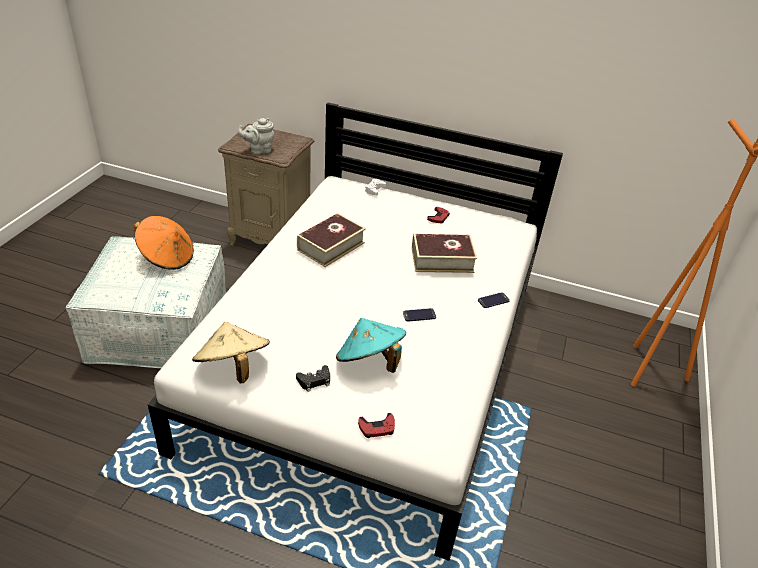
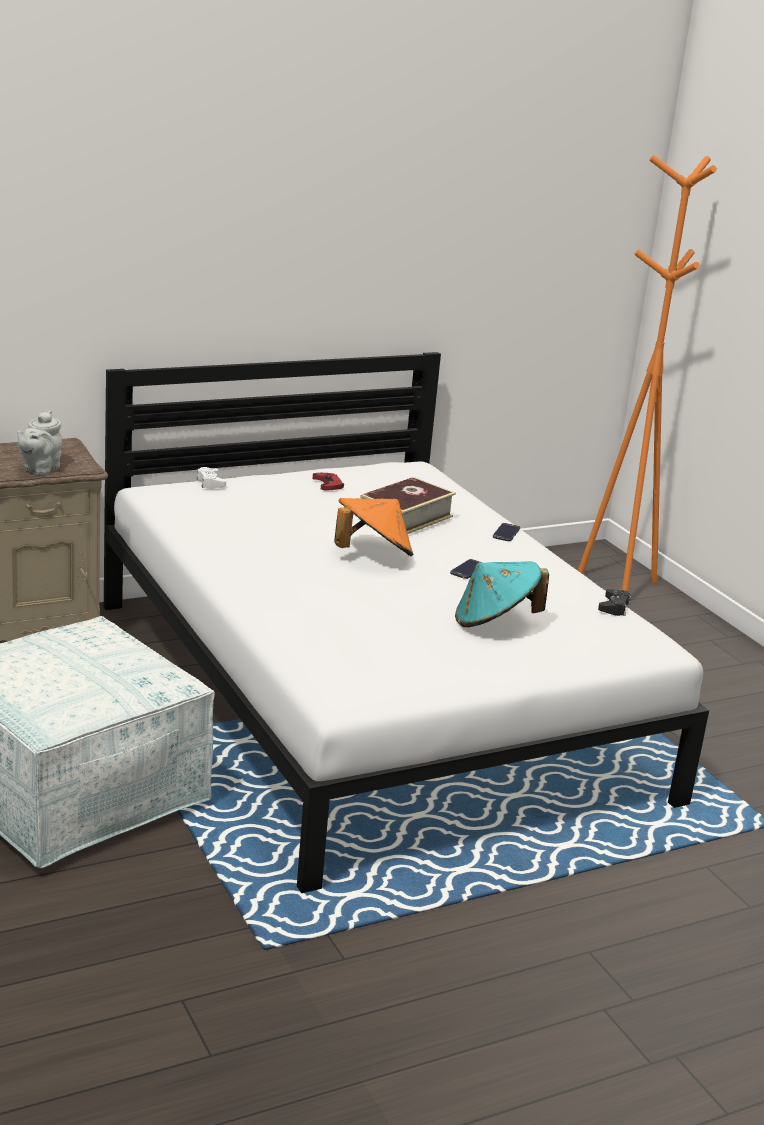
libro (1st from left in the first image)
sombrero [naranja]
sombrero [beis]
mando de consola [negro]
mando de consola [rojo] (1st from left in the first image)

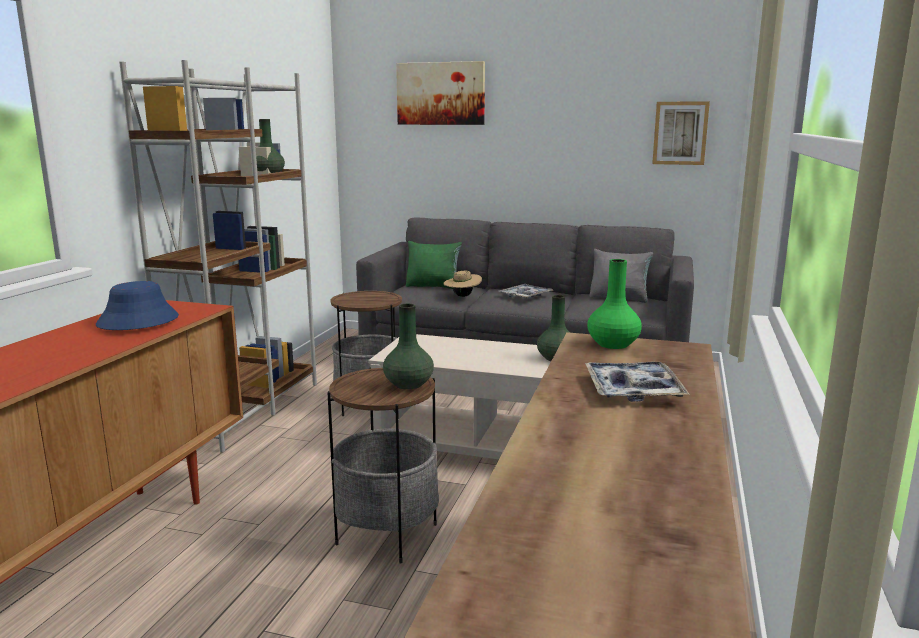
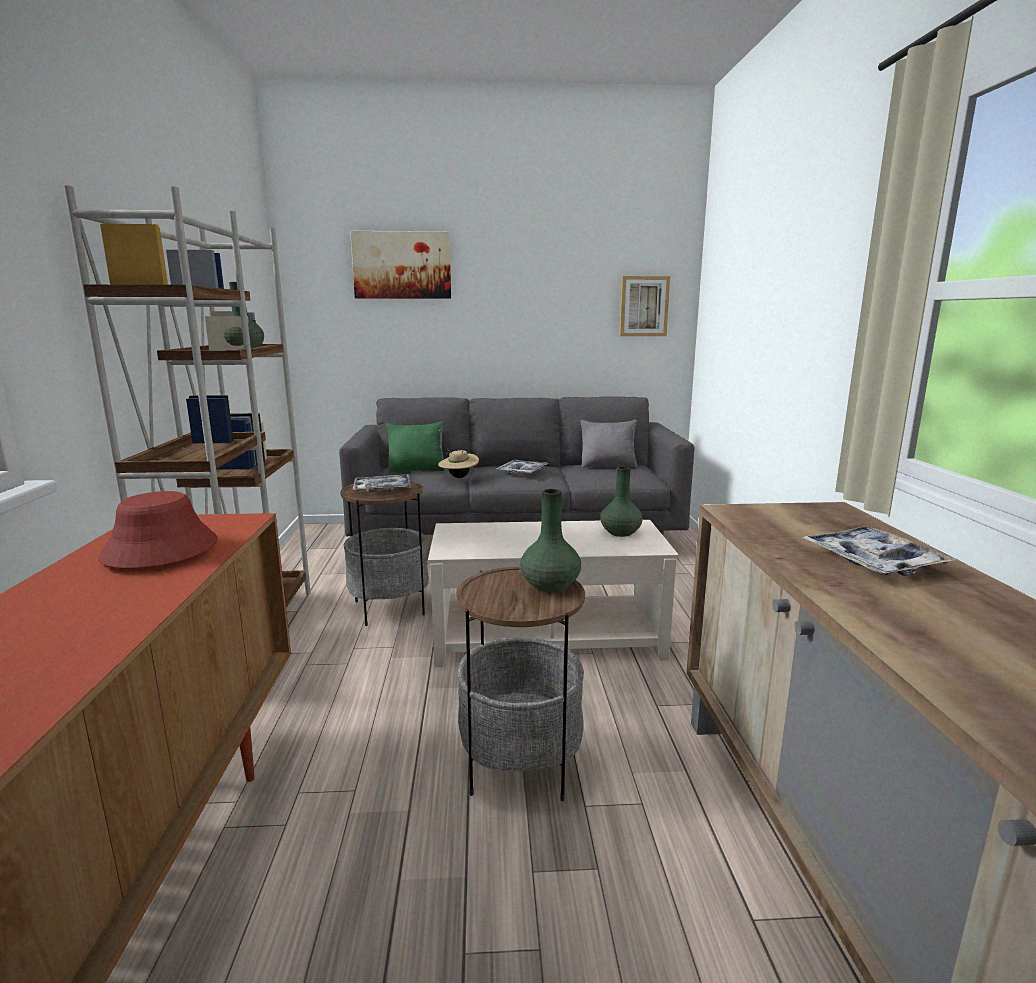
florero [verde] (4th from left in the first image)
sombrero [rojo]
bandeja (1st from left)

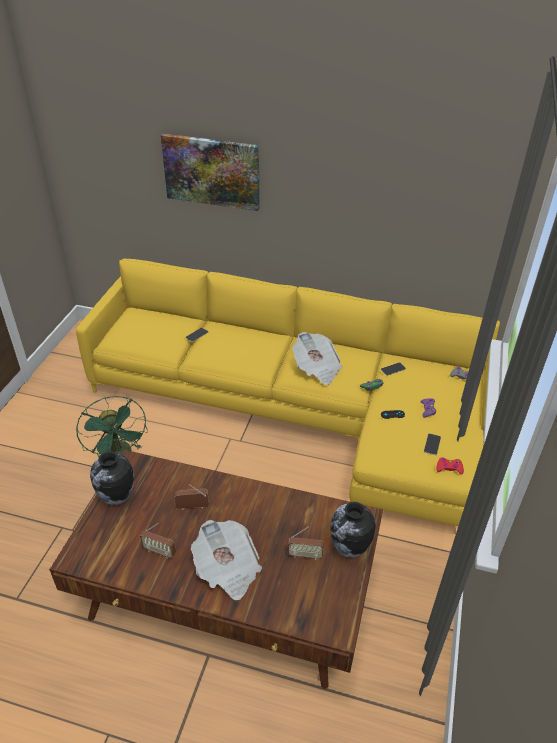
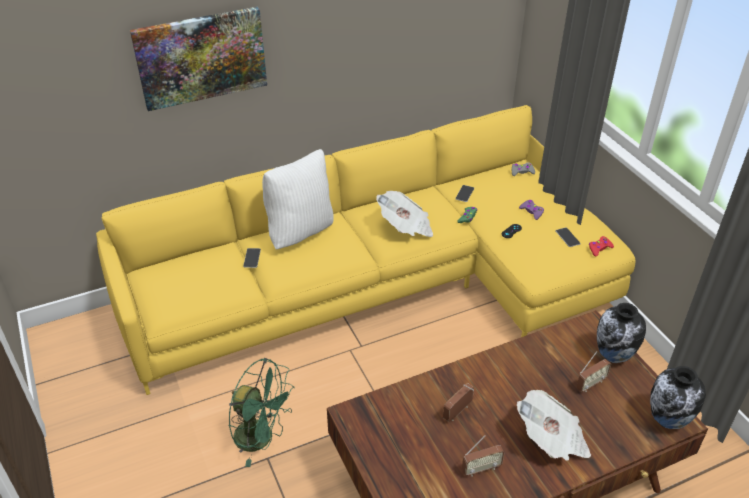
florero (2nd from left)
cojín [blanco]

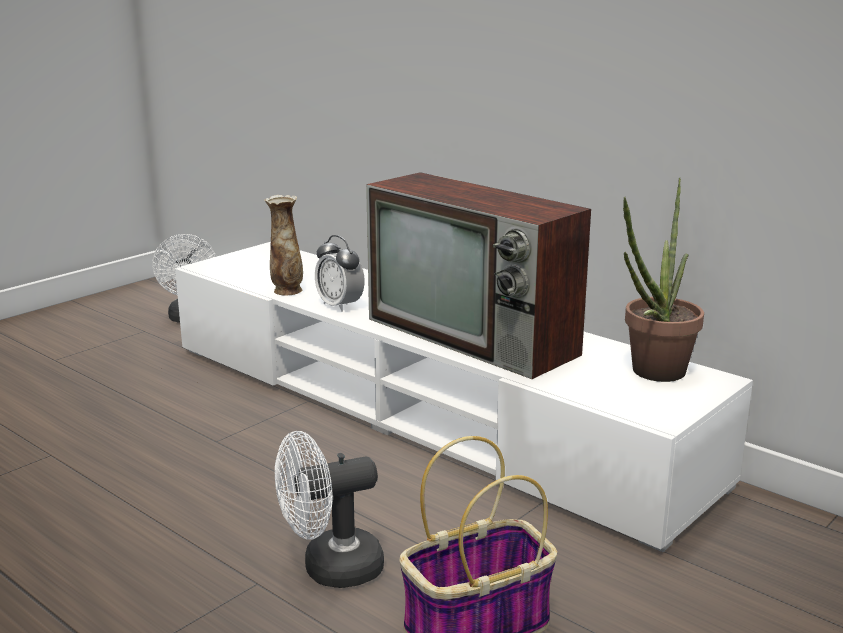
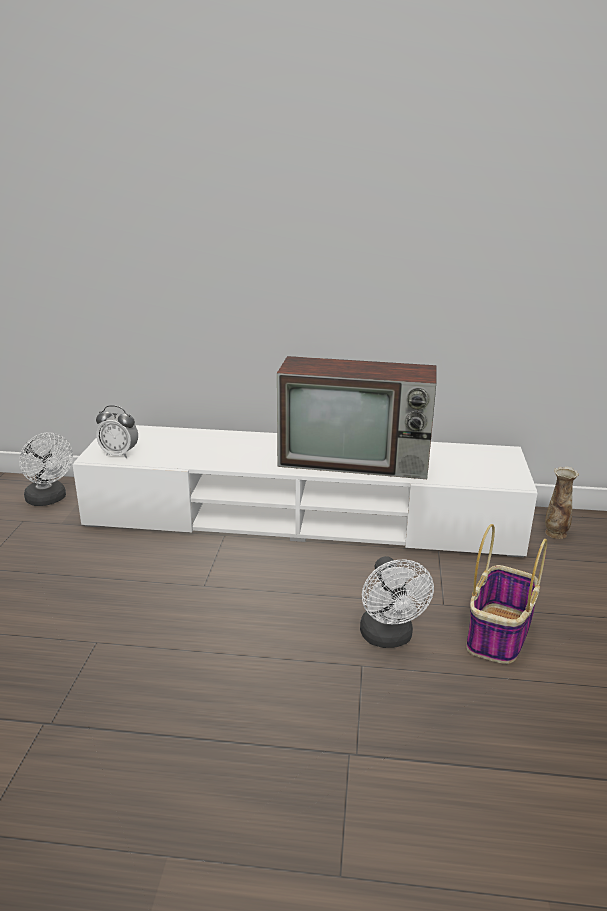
planta en maceta
florero
despertador
ventilador [blanco] (2nd from left)

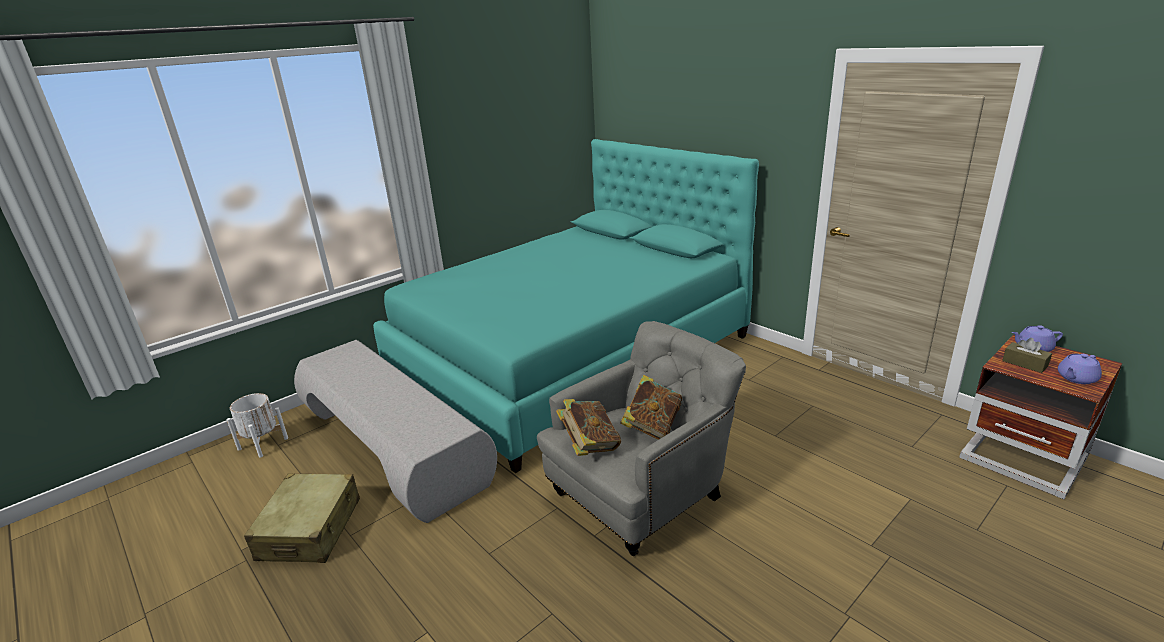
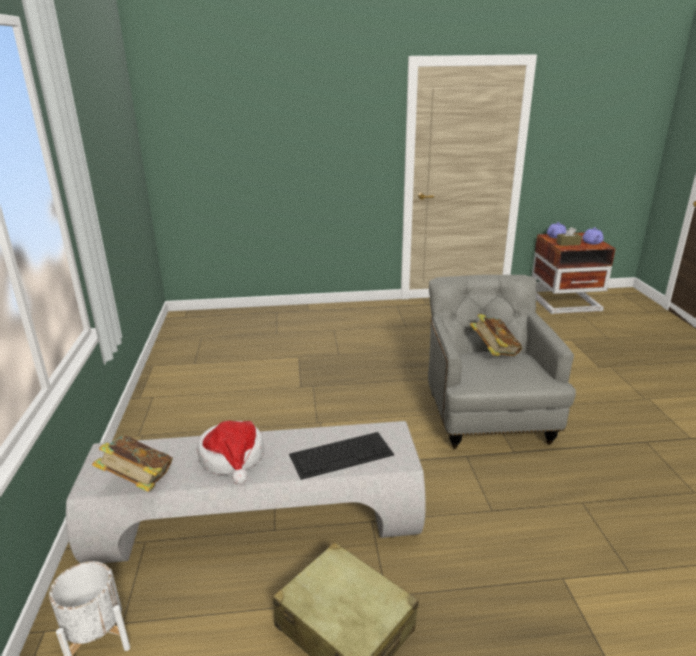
cama [turquesa]
libro (1st from left)
sombrero
teclado

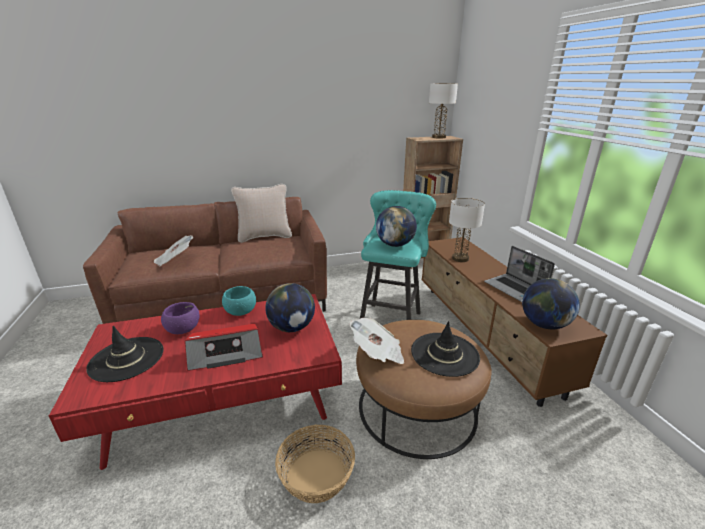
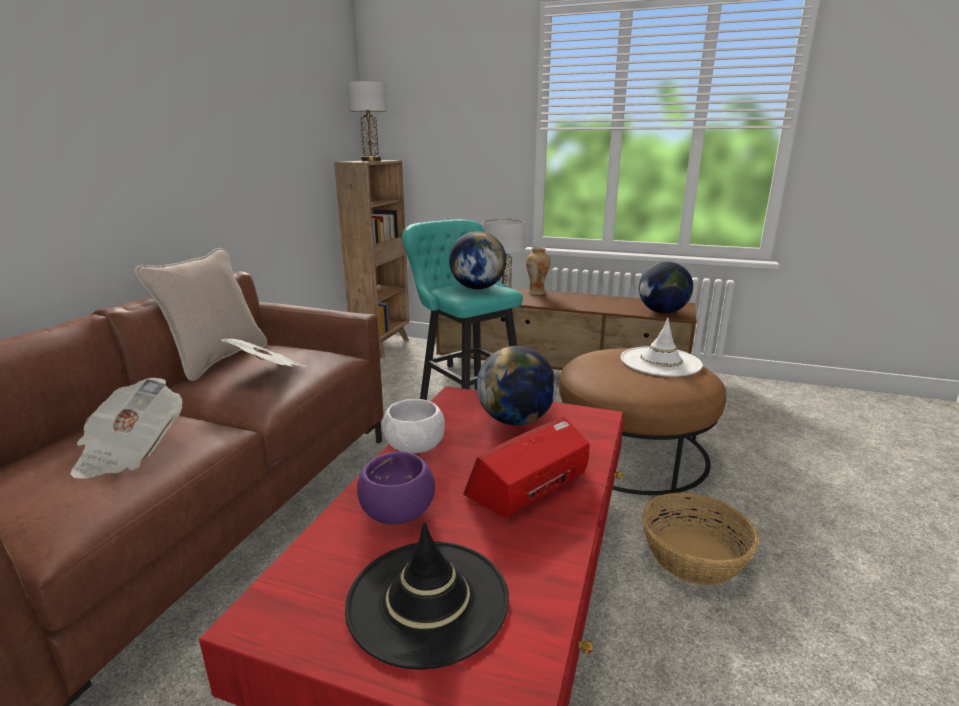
portátil
cuenco [blanco]
periódico (2nd from left)
sombrero [blanco]
radio
florero

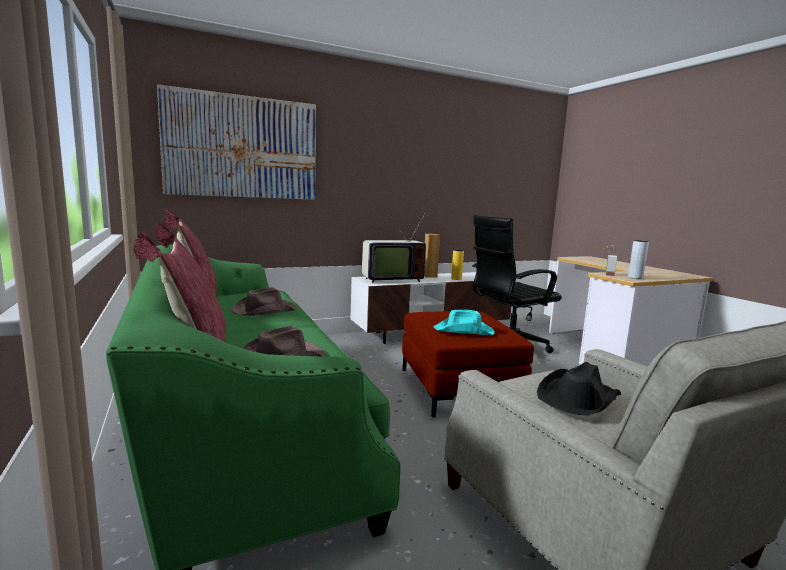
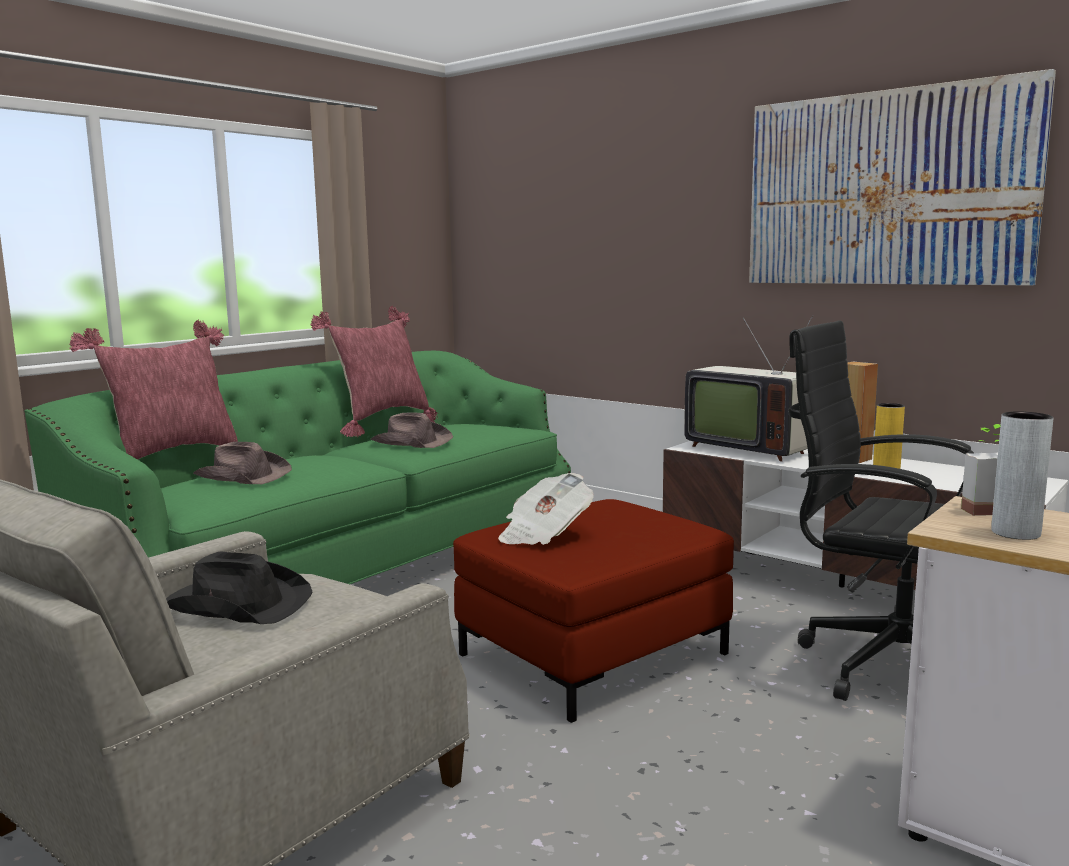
cuadro
periódico

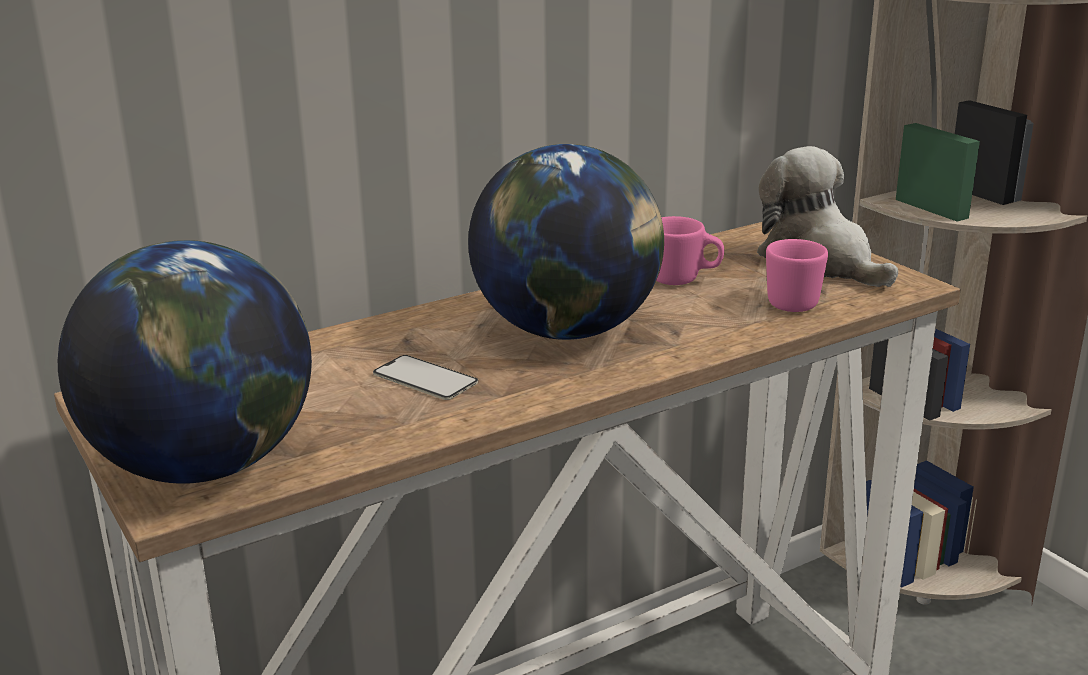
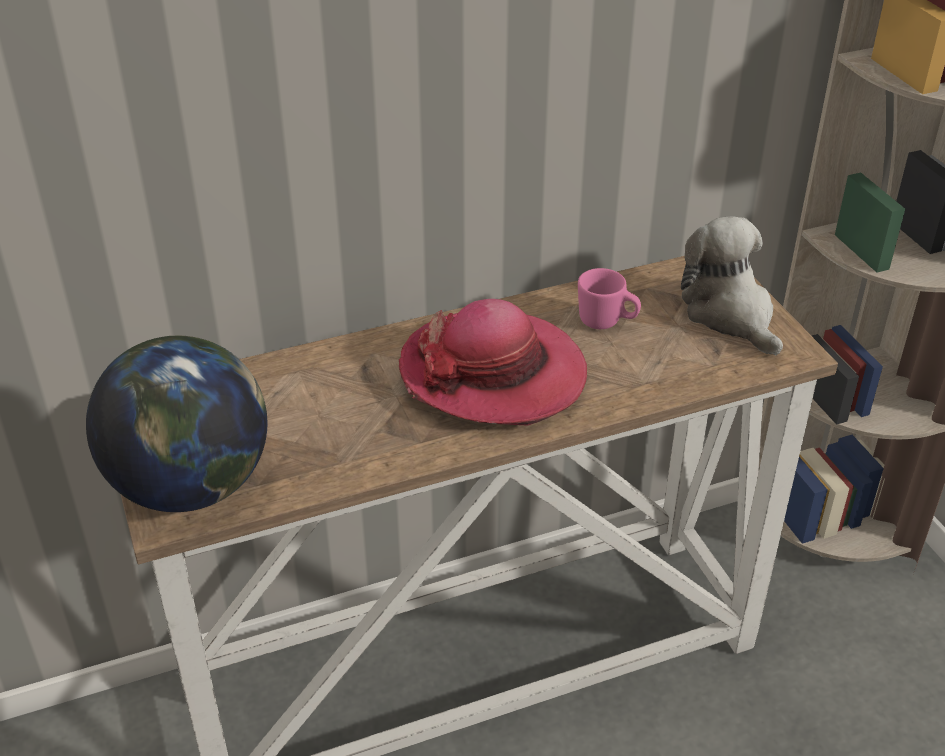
sombrero
taza grande [rosa] (2nd from left in the first image)
móvil

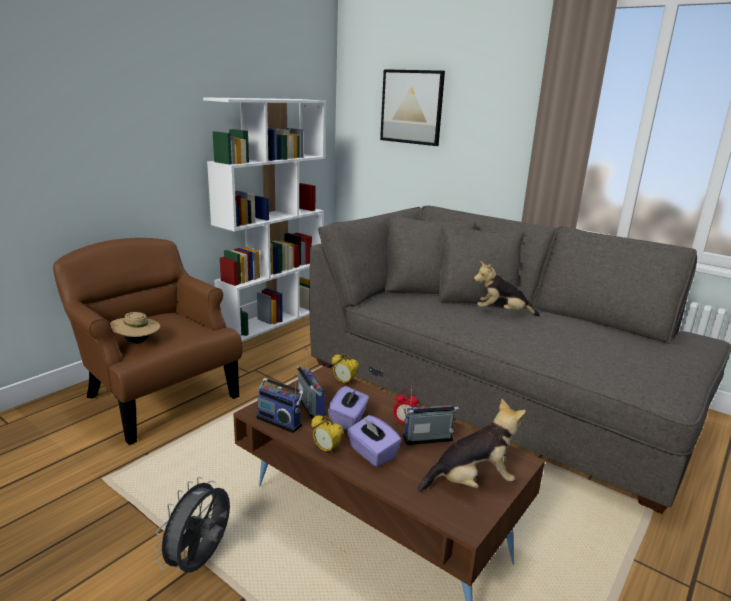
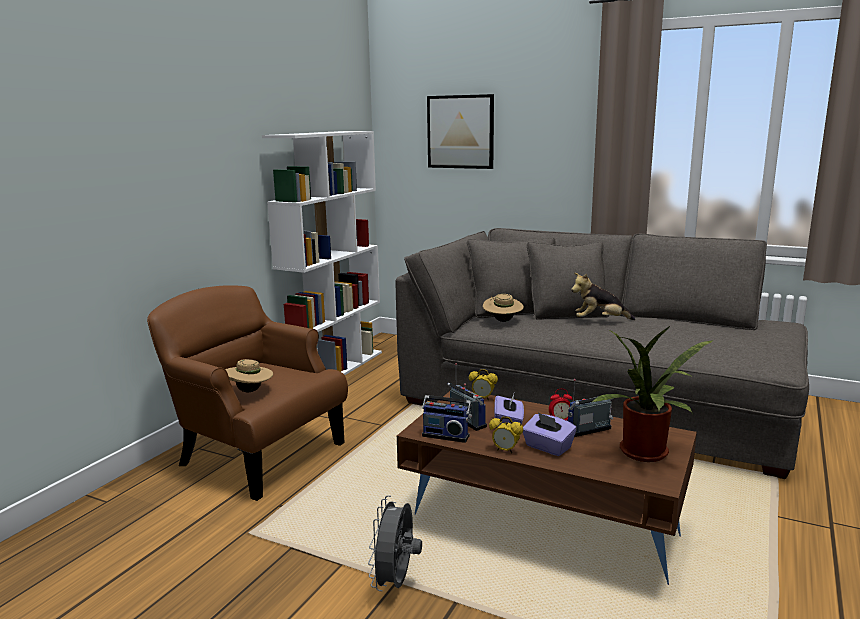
planta en maceta
sombrero [beis] (2nd from left)

